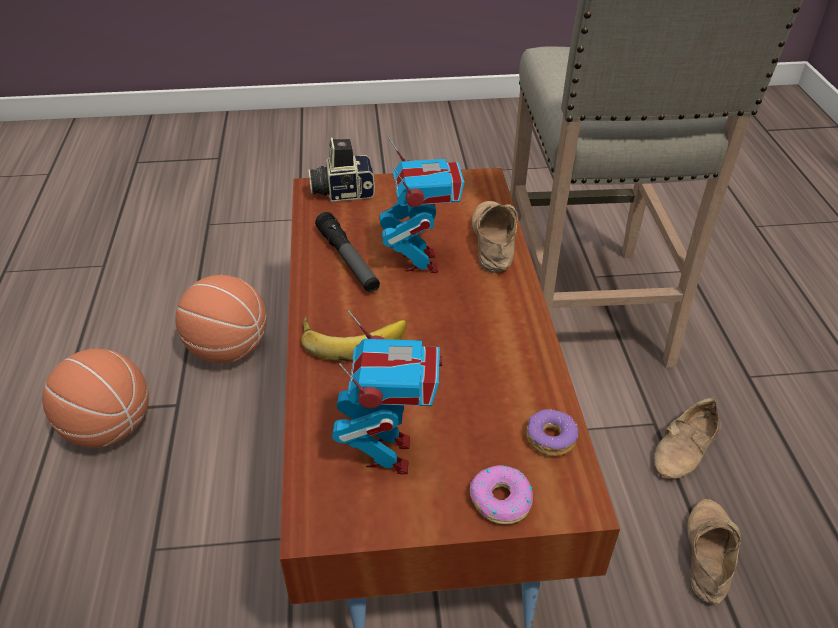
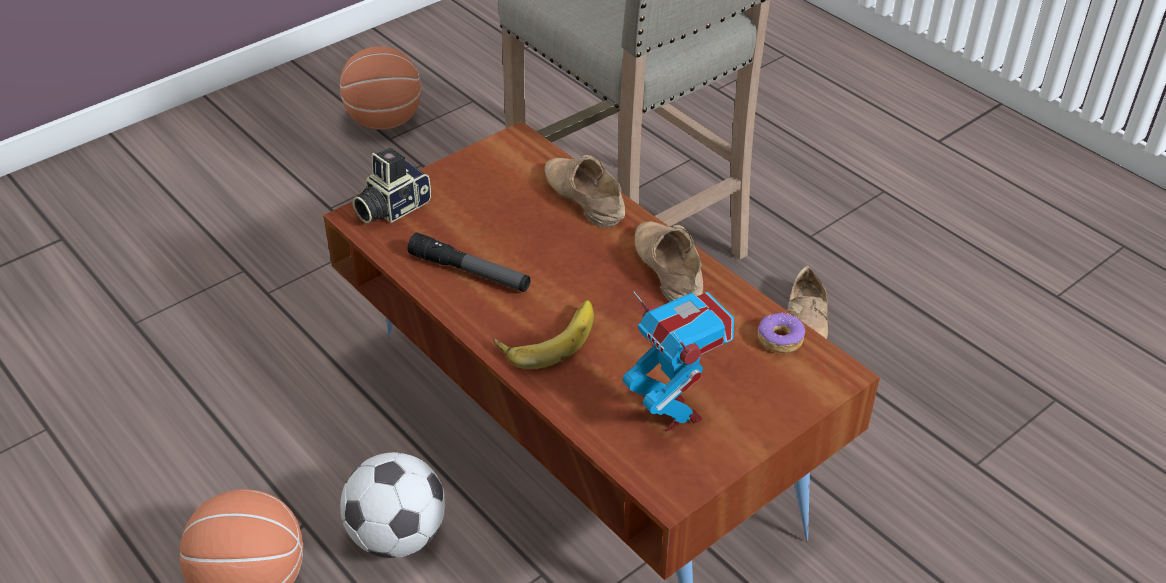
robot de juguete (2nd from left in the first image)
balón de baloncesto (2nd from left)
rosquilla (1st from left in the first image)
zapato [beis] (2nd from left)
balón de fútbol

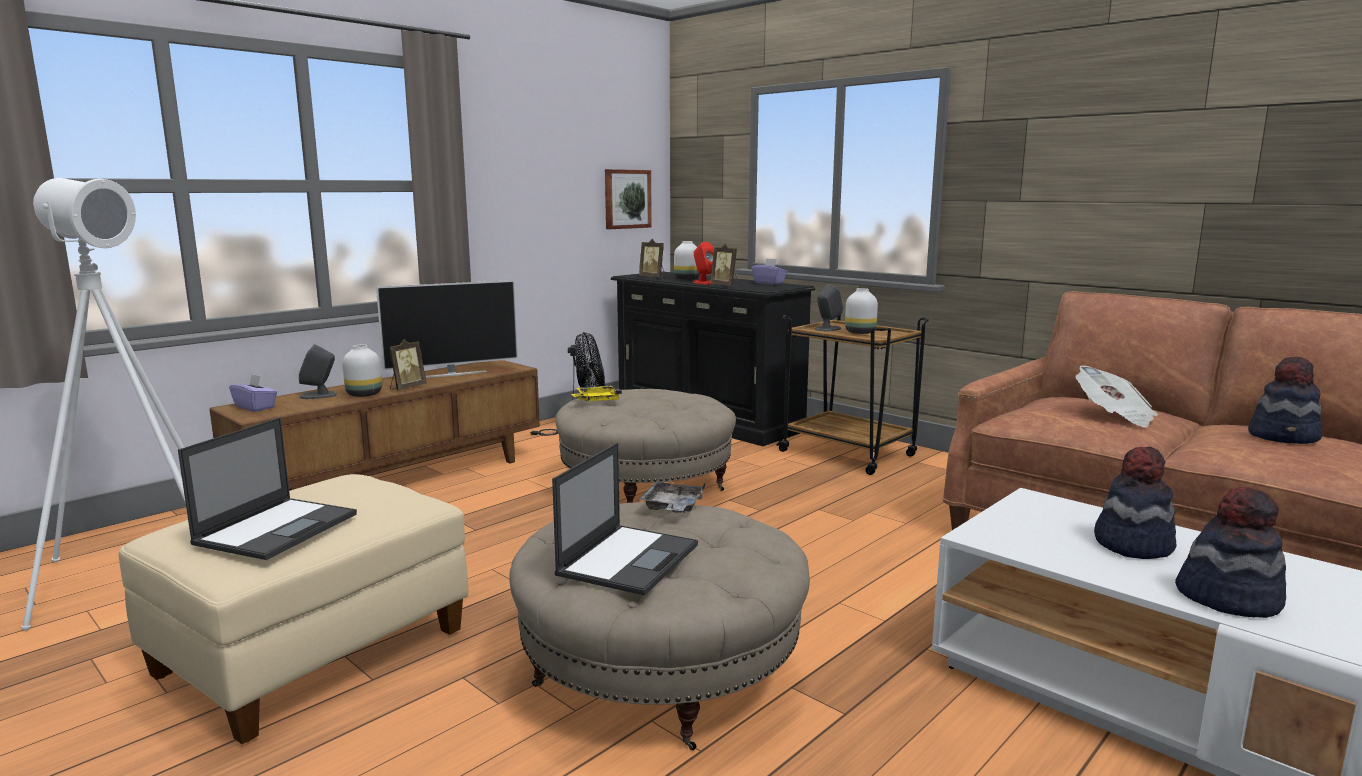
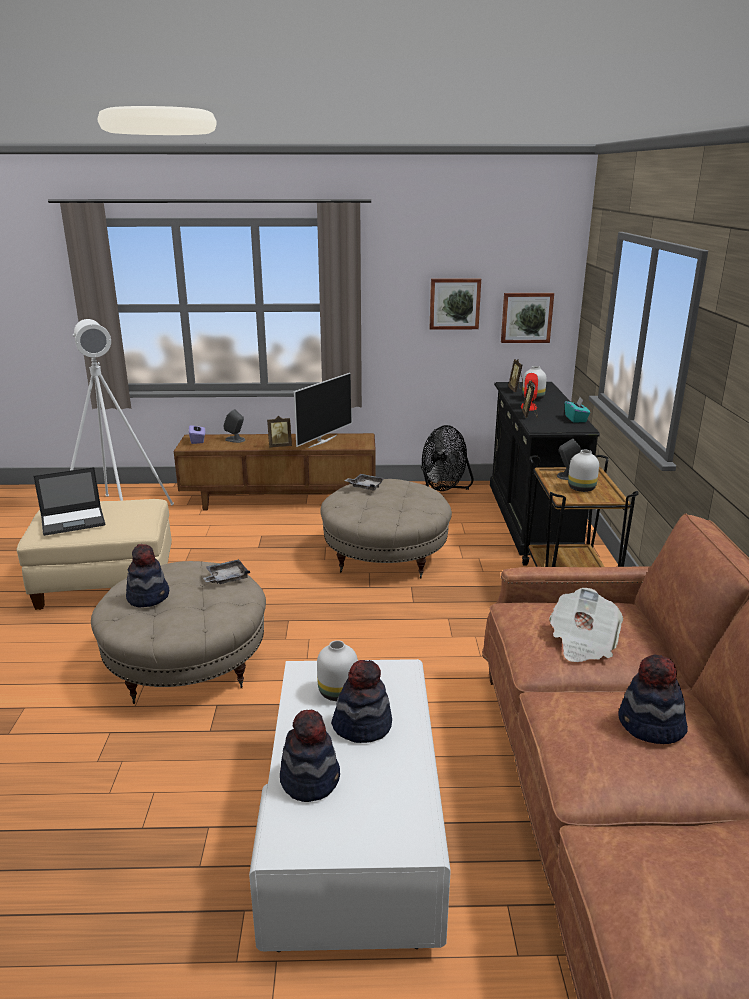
caja de pañuelos [turquesa]
televisor
florero [blanco] (1st from left)
bandeja [gris] (2nd from left)
sombrero (1st from left)
cuadro (1st from left)

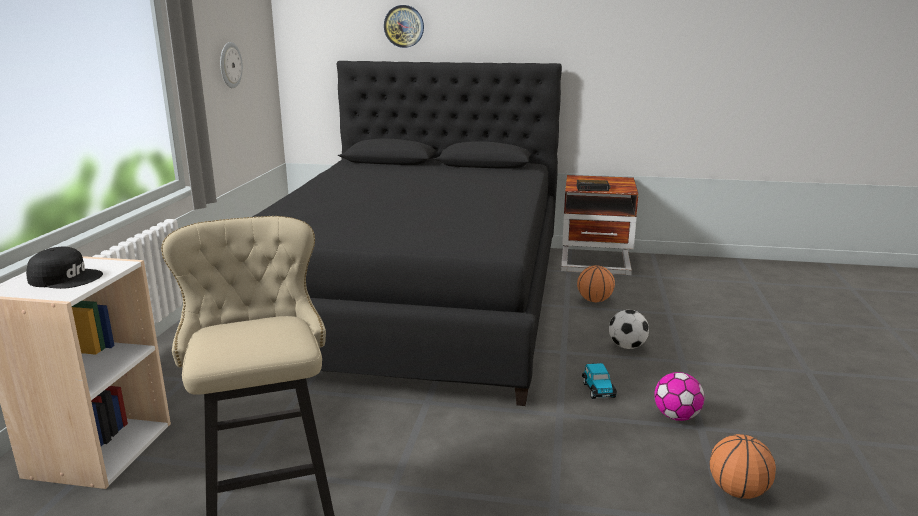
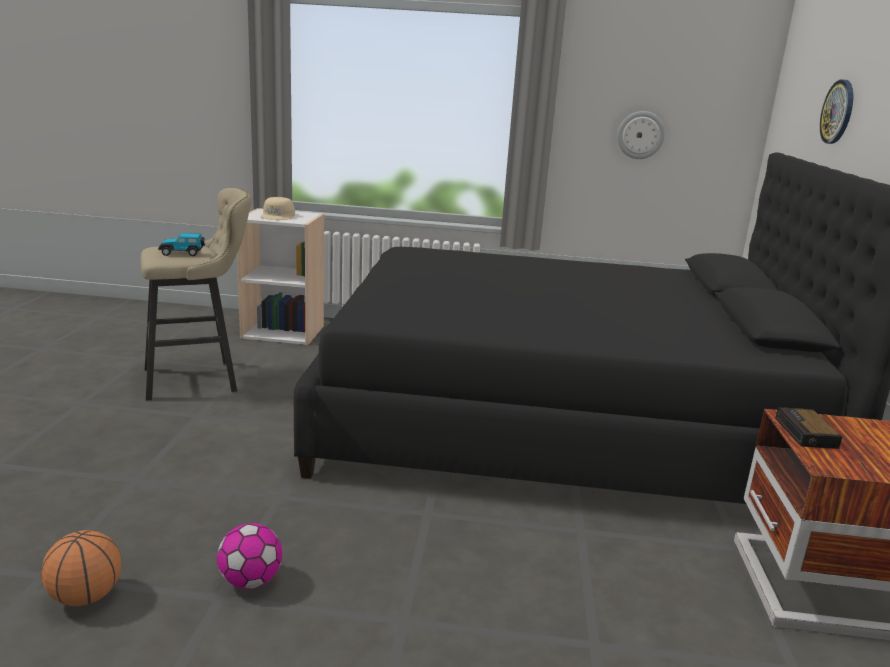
gorra [beis]
balón de baloncesto (1st from left in the first image)
balón de fútbol (1st from left in the first image)
coche de juguete

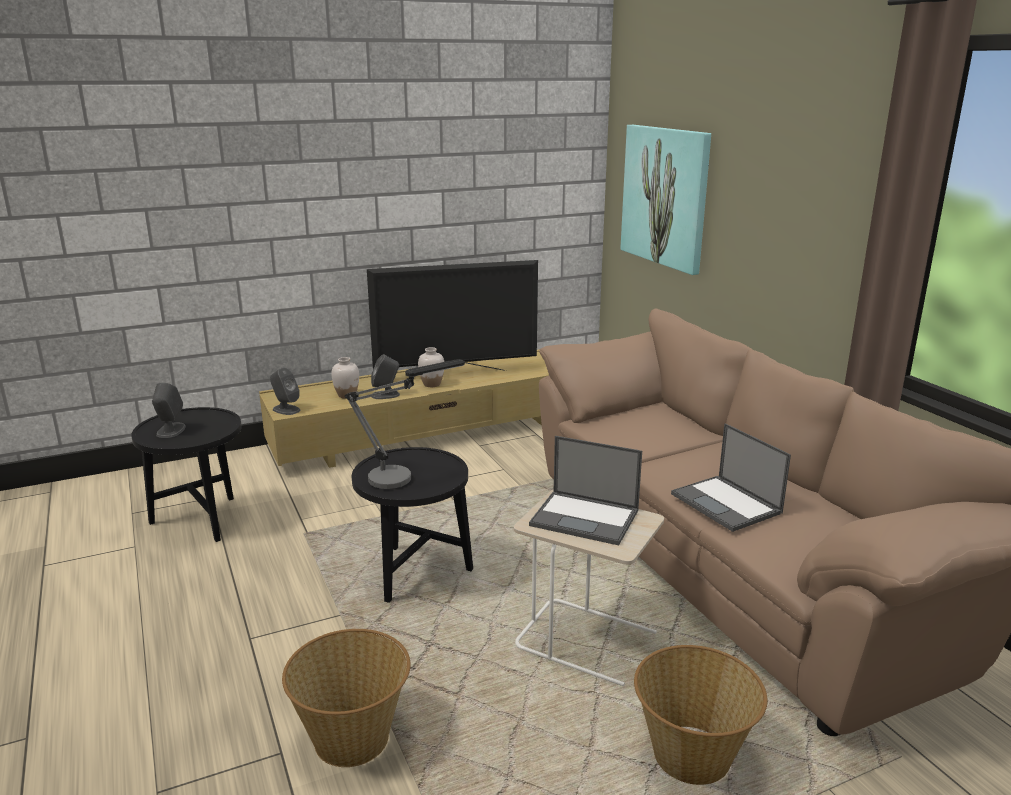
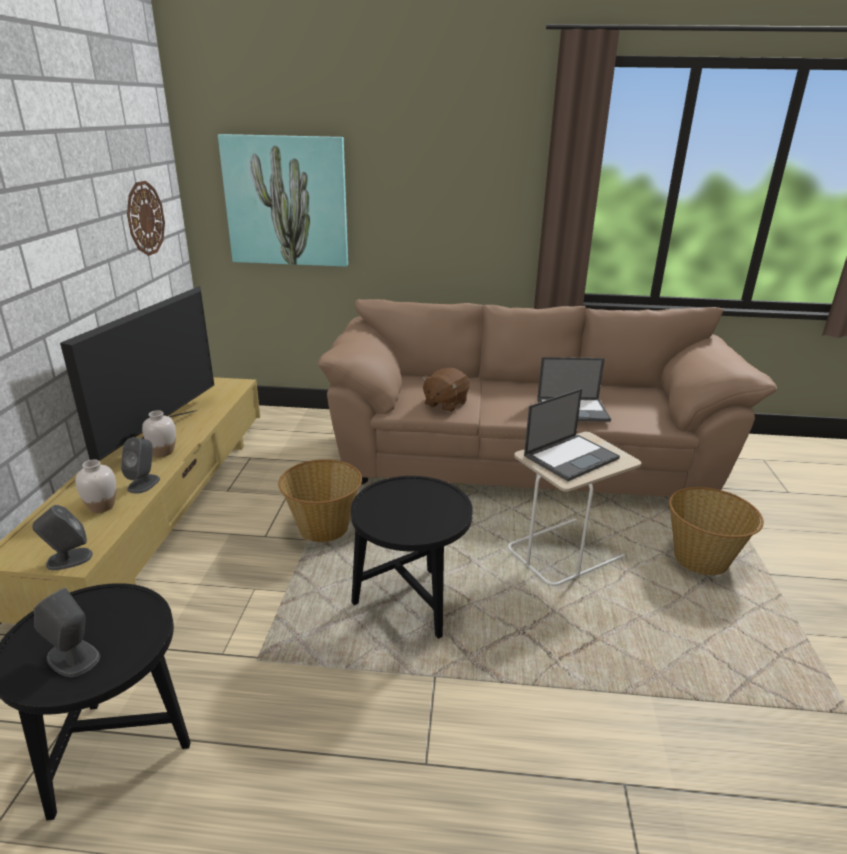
lámpara de mesa
cesta (1st from left)
reloj de pared
peluche [marrón]

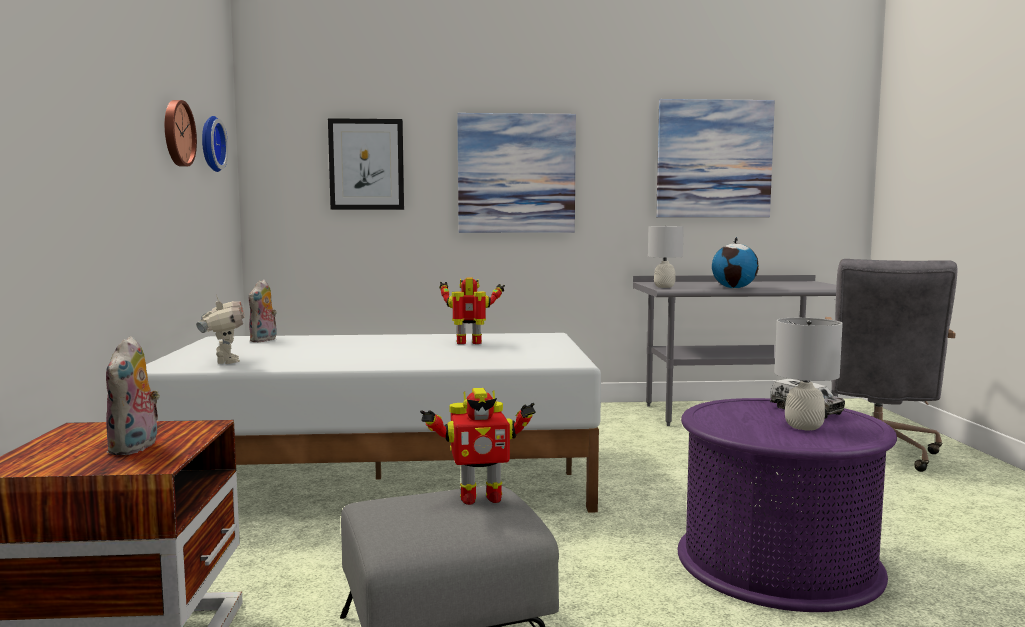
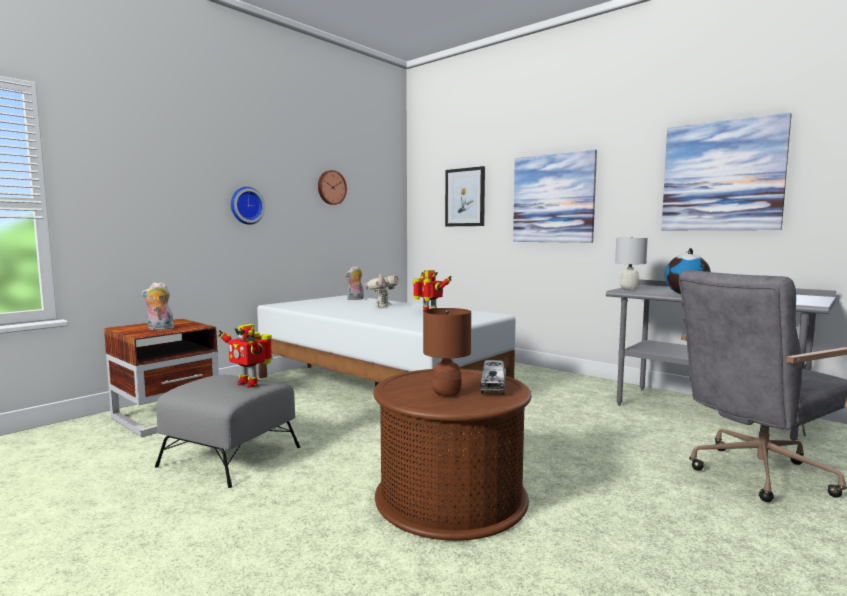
reloj de pared (1st from left)
robot de juguete (2nd from left)
lámpara de mesa [marrón]
peluche (1st from left)
mesa de centro [marrón]

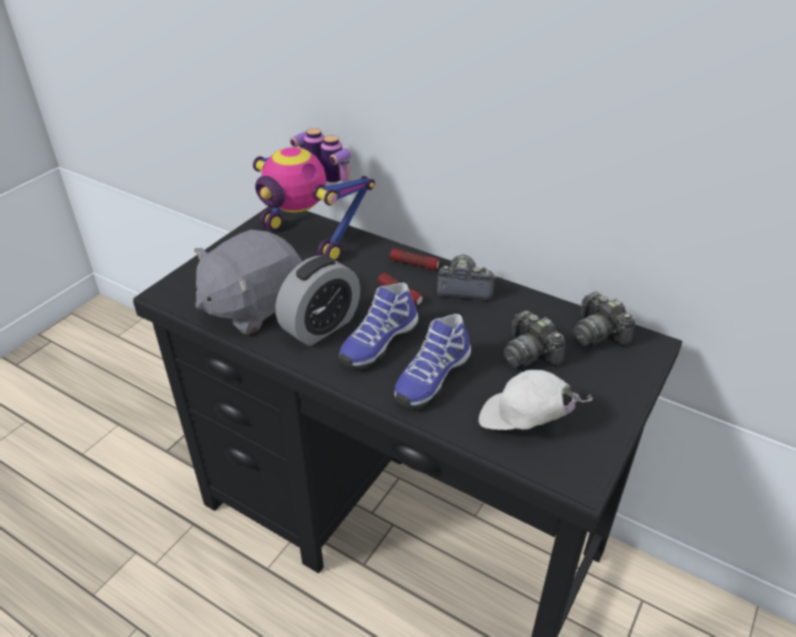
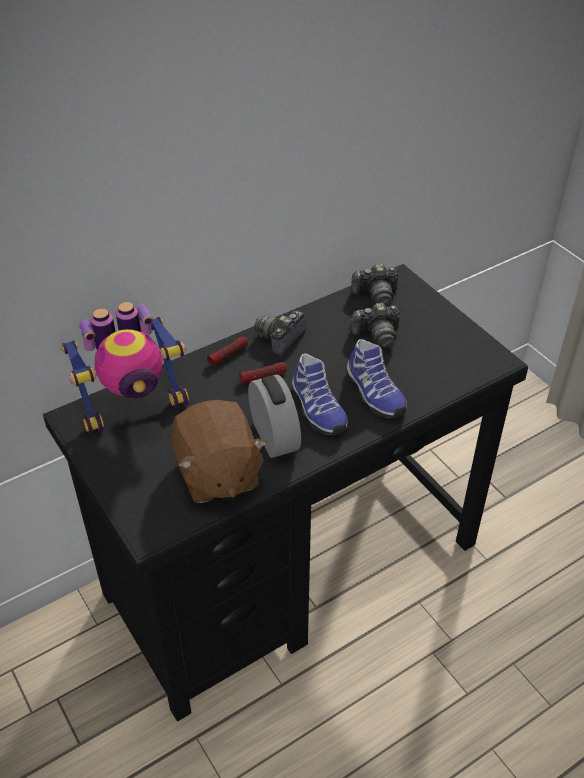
peluche [marrón]
gorra [blanco]

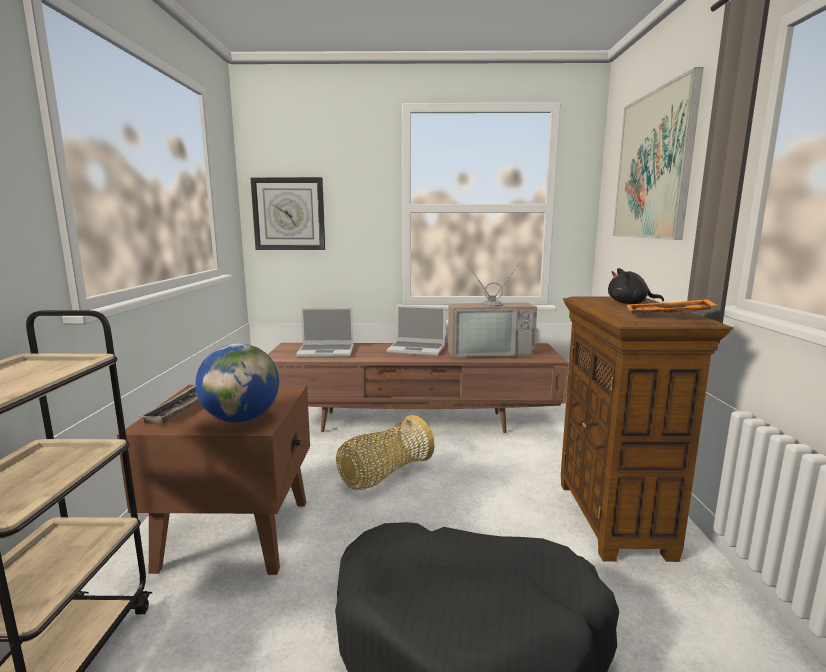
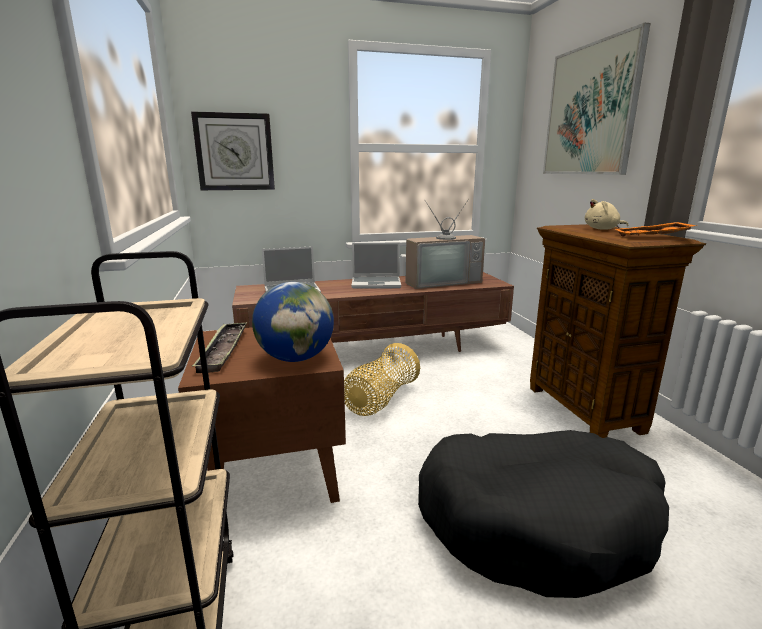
peluche [beis]

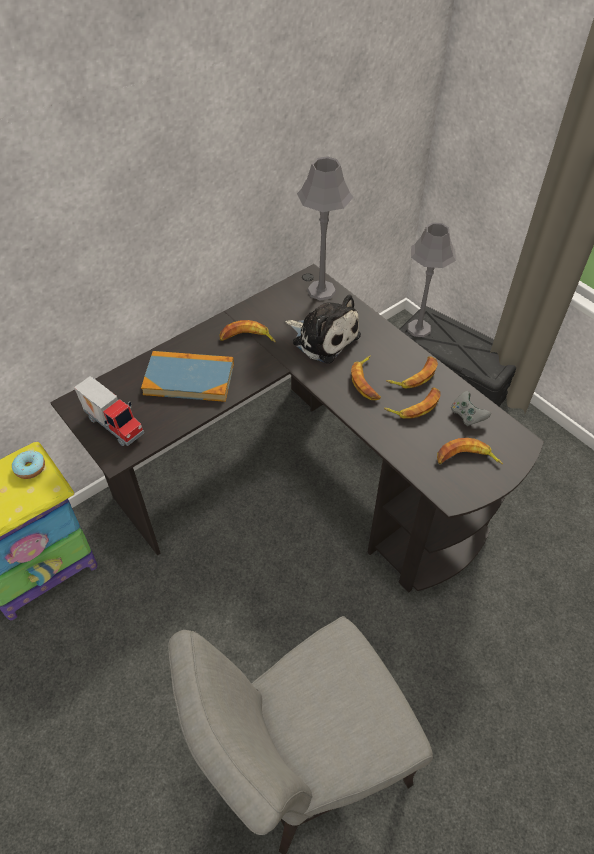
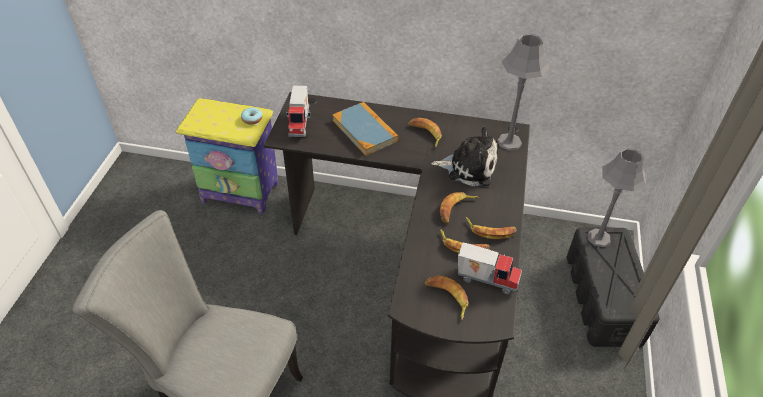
peluche
camión de juguete (2nd from left)

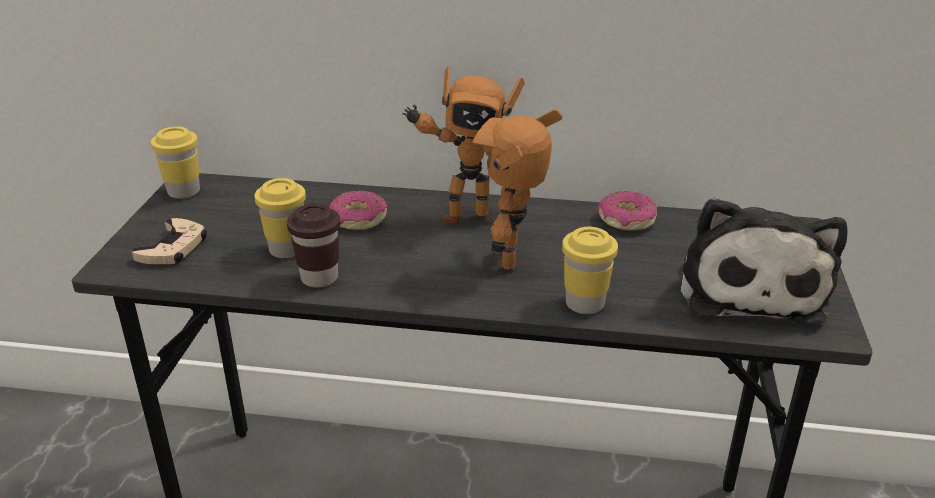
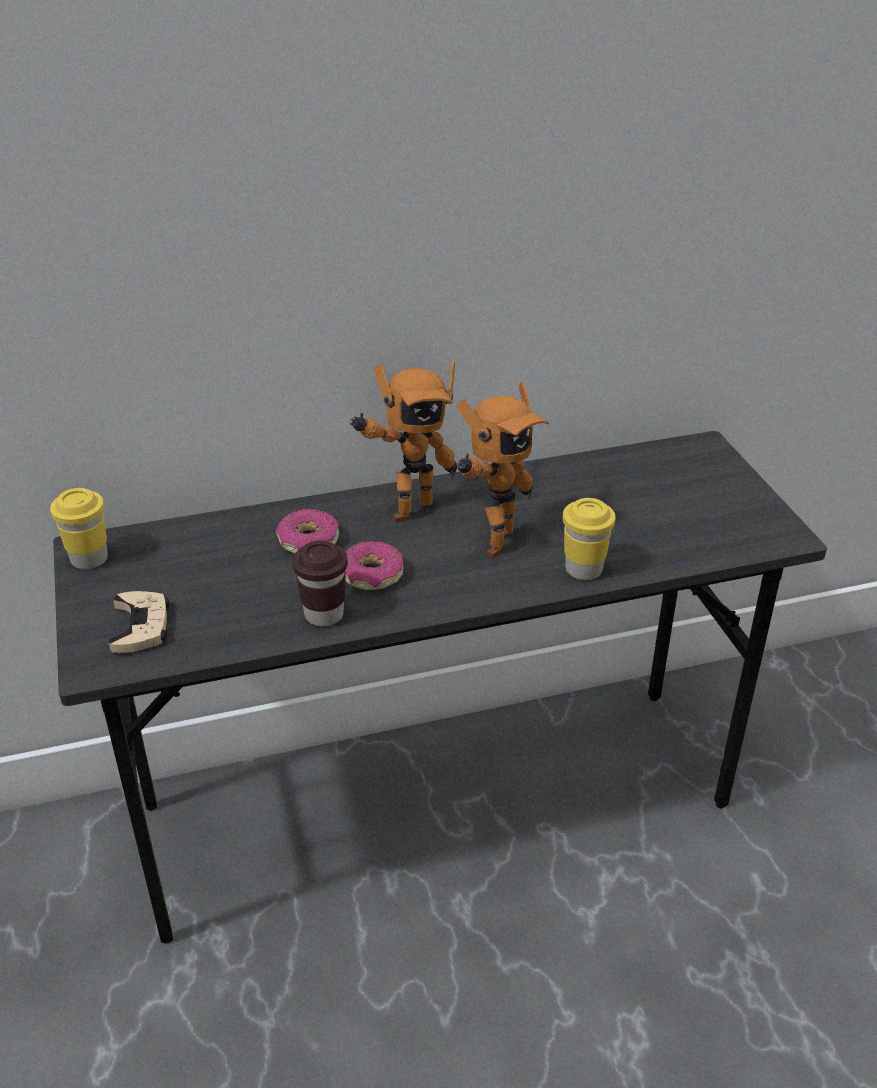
robot de juguete (2nd from left)
taza [amarillo] (2nd from left in the first image)
rosquilla (2nd from left)
peluche

